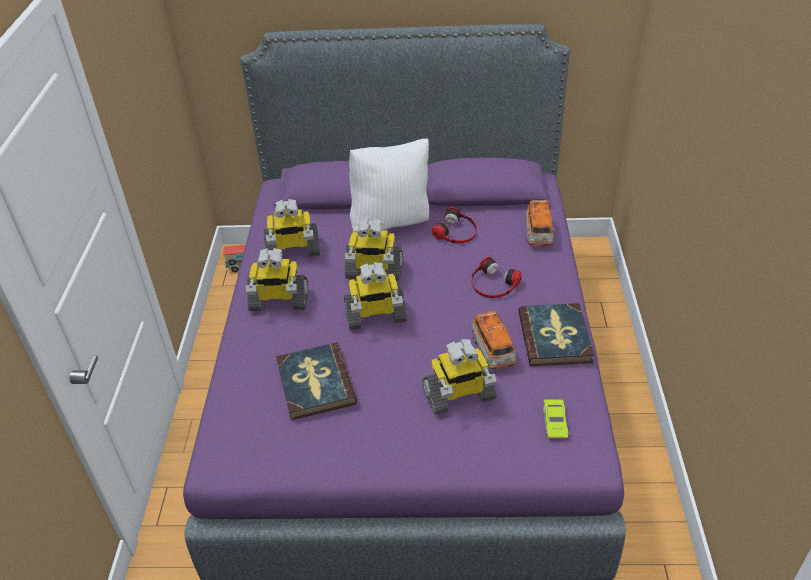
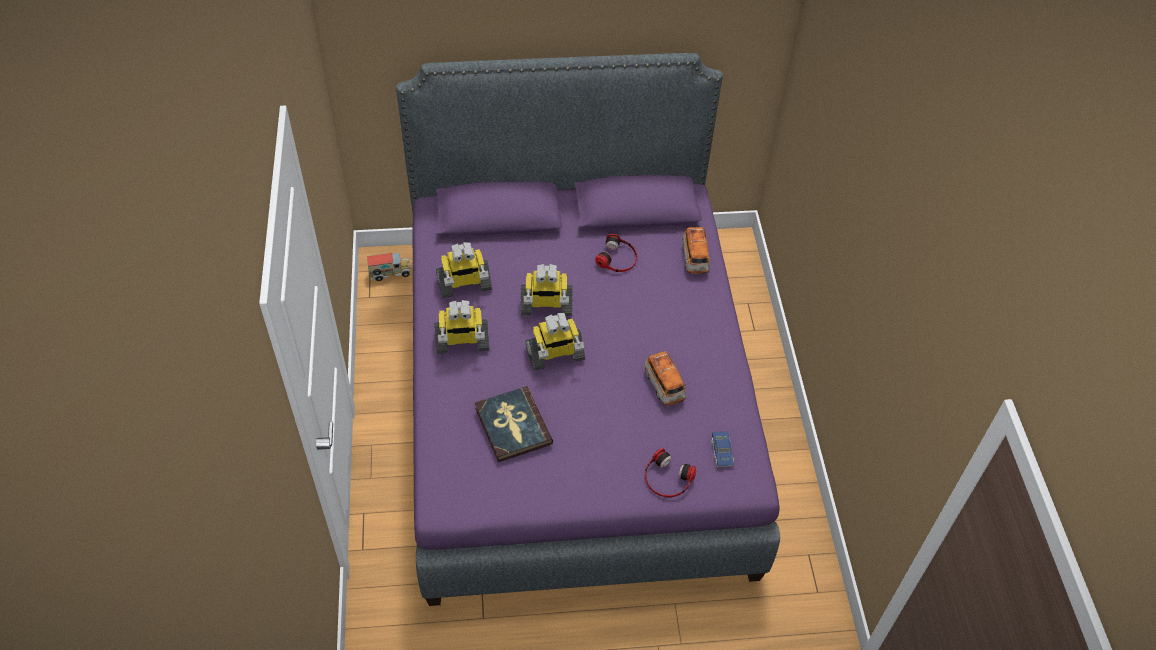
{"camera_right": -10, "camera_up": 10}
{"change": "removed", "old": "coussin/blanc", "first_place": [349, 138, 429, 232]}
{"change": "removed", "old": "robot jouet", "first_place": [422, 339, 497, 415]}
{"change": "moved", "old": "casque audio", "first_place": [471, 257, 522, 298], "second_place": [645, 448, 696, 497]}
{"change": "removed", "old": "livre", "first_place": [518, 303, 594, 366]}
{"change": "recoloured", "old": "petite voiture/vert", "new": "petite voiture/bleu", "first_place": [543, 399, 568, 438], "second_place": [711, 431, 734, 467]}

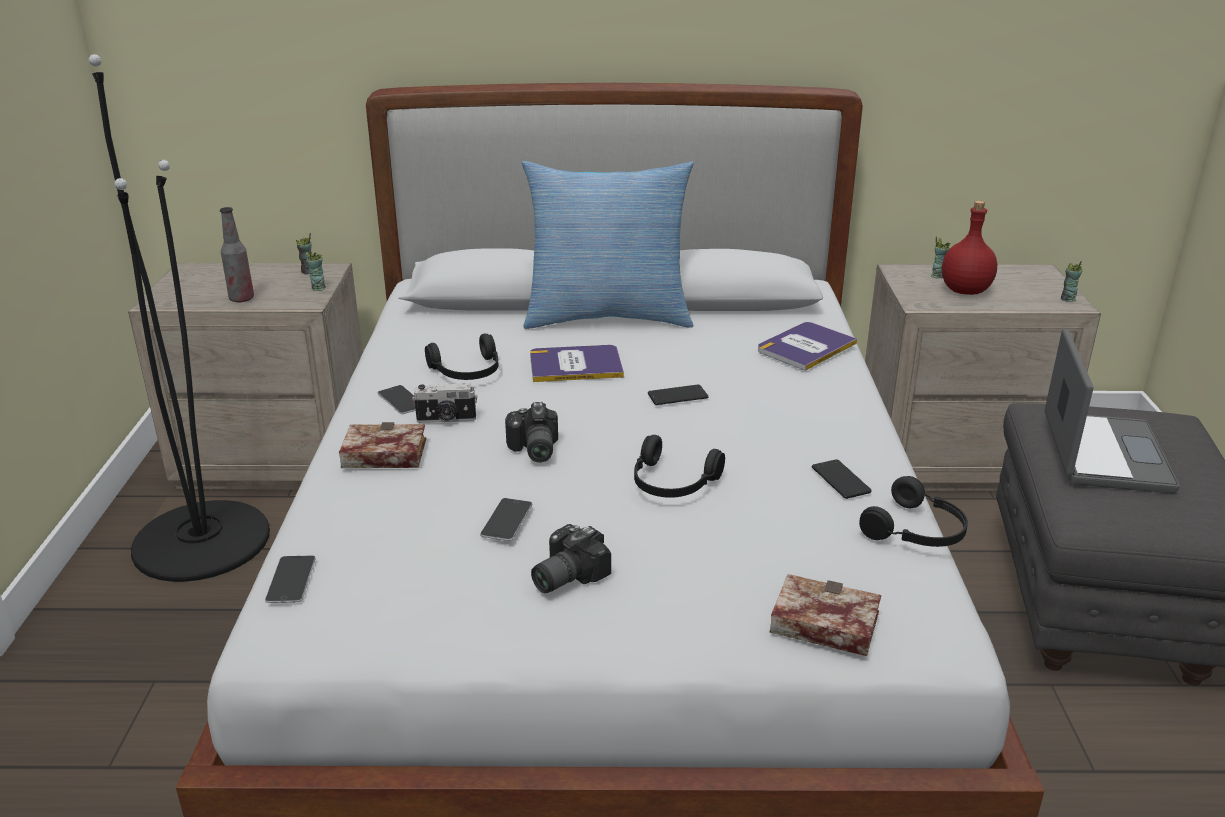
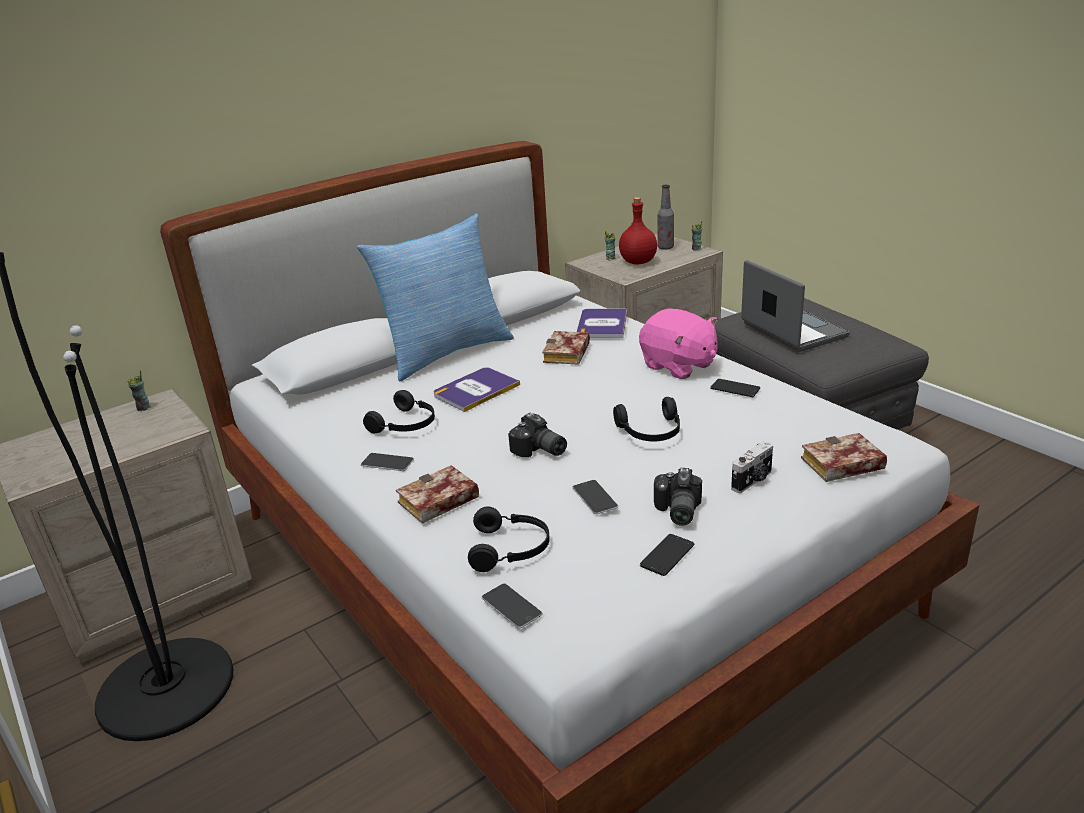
{"camera_right": -35, "camera_up": 0}
{"change": "moved", "old": "bouteille", "first_place": [220, 207, 254, 302], "second_place": [657, 184, 674, 250]}
{"change": "removed", "old": "tasse", "first_place": [306, 251, 326, 291]}
{"change": "moved", "old": "appareil photo", "first_place": [412, 383, 477, 423], "second_place": [731, 442, 773, 493]}
{"change": "moved", "old": "téléphone", "first_place": [648, 385, 708, 405], "second_place": [640, 534, 694, 576]}
{"change": "moved", "old": "casque audio/noir", "first_place": [859, 476, 968, 547], "second_place": [468, 507, 550, 572]}
{"change": "added", "new": "livre", "second_place": [542, 331, 590, 365]}
{"change": "added", "new": "peluche/rose", "second_place": [639, 308, 718, 379]}

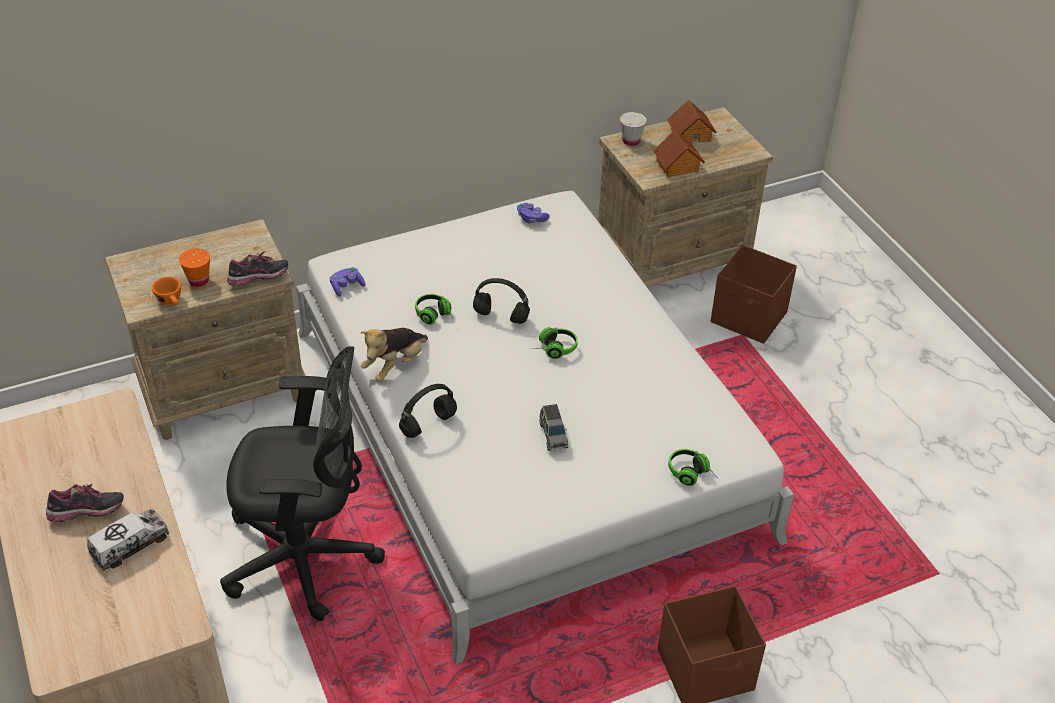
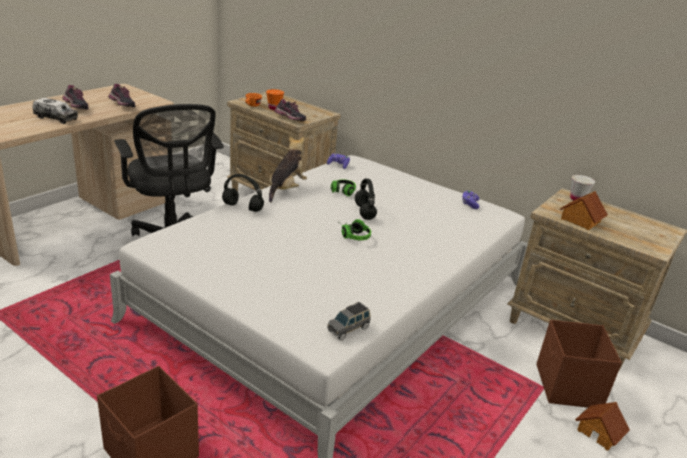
{"camera_right": 60, "camera_up": -15}
{"change": "turned", "old": "peluche", "first_place": [361, 328, 428, 382], "second_place": [269, 136, 307, 202], "degrees": 105}
{"change": "moved", "old": "petite voiture/gris", "first_place": [539, 404, 568, 451], "second_place": [327, 302, 371, 341]}
{"change": "moved", "old": "maison miniature", "first_place": [667, 99, 717, 143], "second_place": [575, 402, 630, 451]}
{"change": "removed", "old": "casque audio", "first_place": [668, 449, 717, 486]}
{"change": "added", "new": "chaussure", "second_place": [108, 84, 136, 108]}

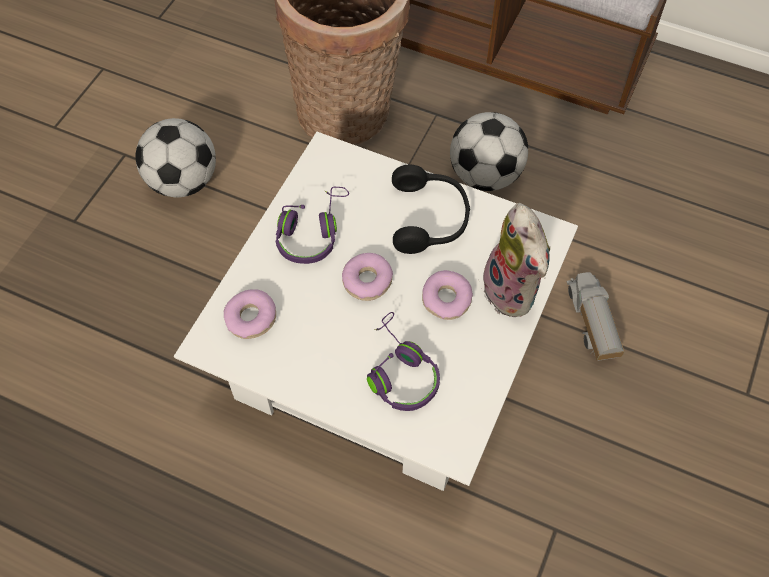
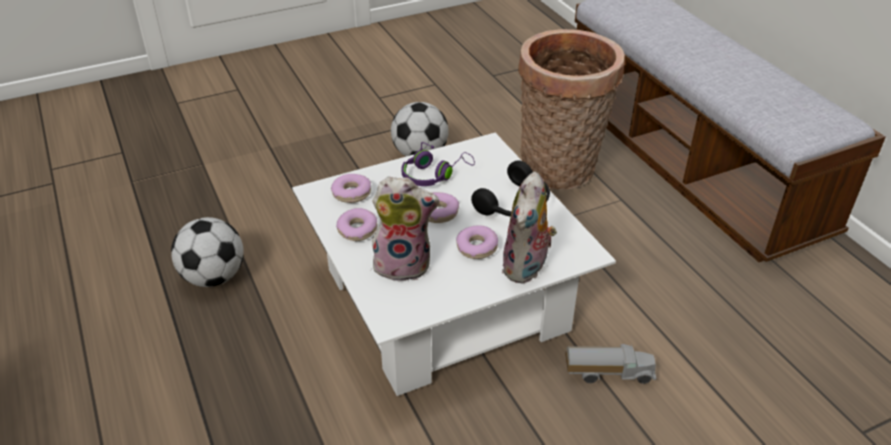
{"camera_right": 40, "camera_up": -20}
{"change": "replaced", "old": "casque audio/violet", "new": "peluche", "first_place": [367, 312, 440, 411], "second_place": [372, 176, 440, 282]}
{"change": "moved", "old": "ballon de foot", "first_place": [450, 112, 528, 191], "second_place": [171, 217, 244, 287]}
{"change": "turned", "old": "camion jouet", "first_place": [567, 272, 625, 361], "second_place": [565, 344, 656, 384], "degrees": 60}
{"change": "added", "new": "beignet", "second_place": [336, 208, 377, 241]}

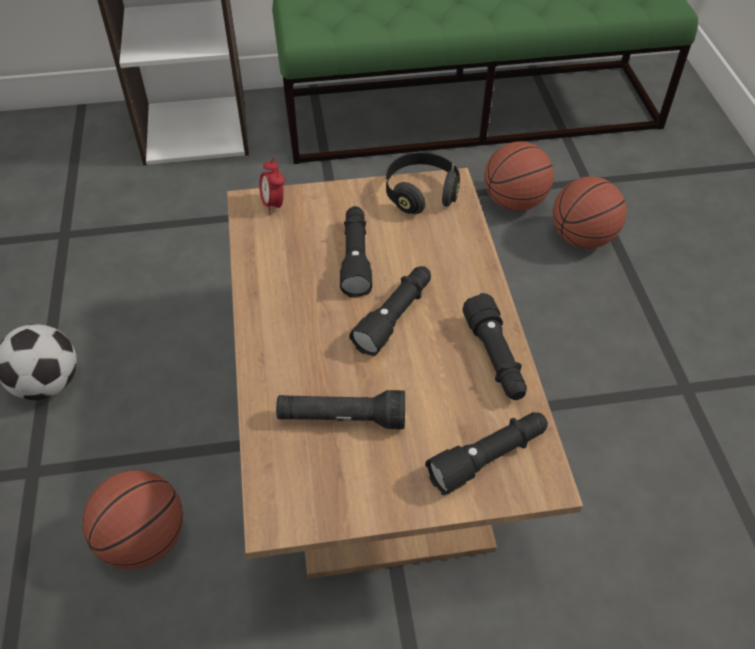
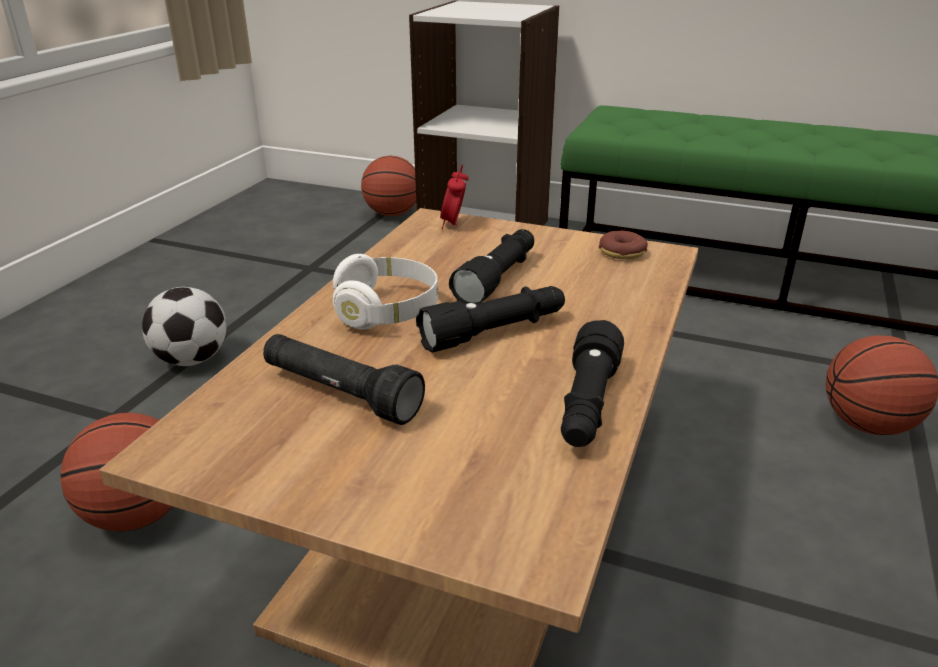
{"camera_right": 30, "camera_up": -20}
{"change": "replaced", "old": "casque audio/noir", "new": "beignet", "first_place": [386, 152, 460, 214], "second_place": [599, 231, 648, 260]}
{"change": "removed", "old": "lampe de poche/noir", "first_place": [425, 412, 548, 495]}
{"change": "moved", "old": "ballon de basket", "first_place": [484, 141, 554, 211], "second_place": [361, 156, 416, 216]}
{"change": "added", "new": "casque audio/blanc", "second_place": [333, 254, 438, 330]}

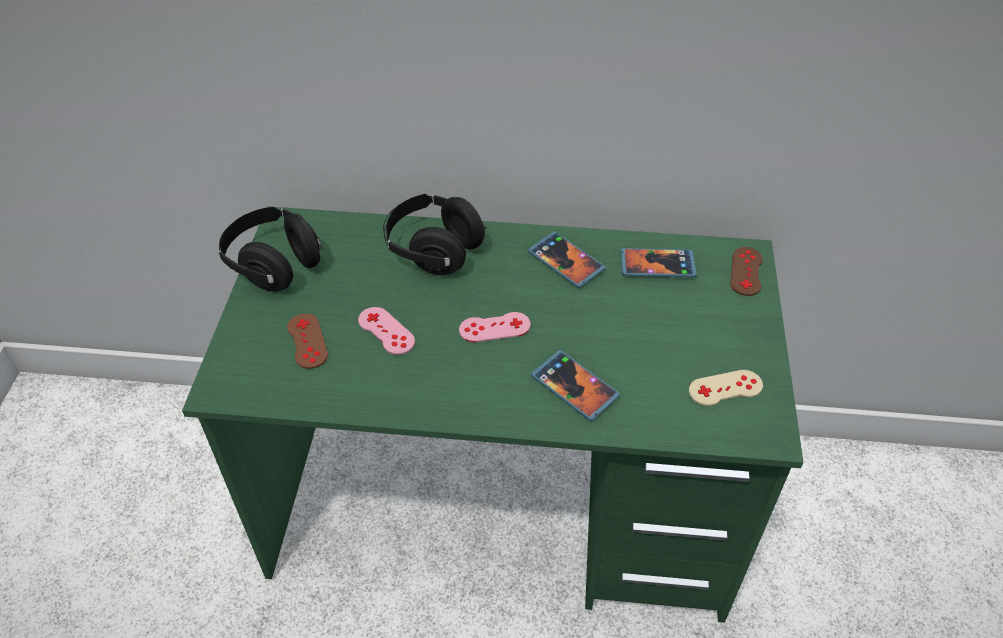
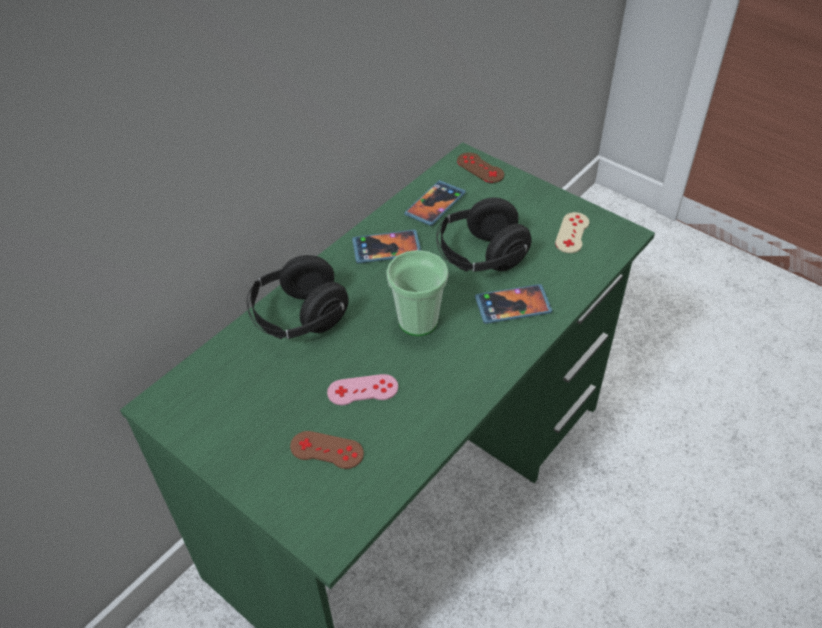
{"camera_right": -55, "camera_up": 0}
{"change": "moved", "old": "casque audio/noir", "first_place": [219, 207, 323, 292], "second_place": [437, 198, 532, 272]}
{"change": "replaced", "old": "manette/rose", "new": "tasse", "first_place": [459, 312, 531, 342], "second_place": [386, 250, 448, 336]}

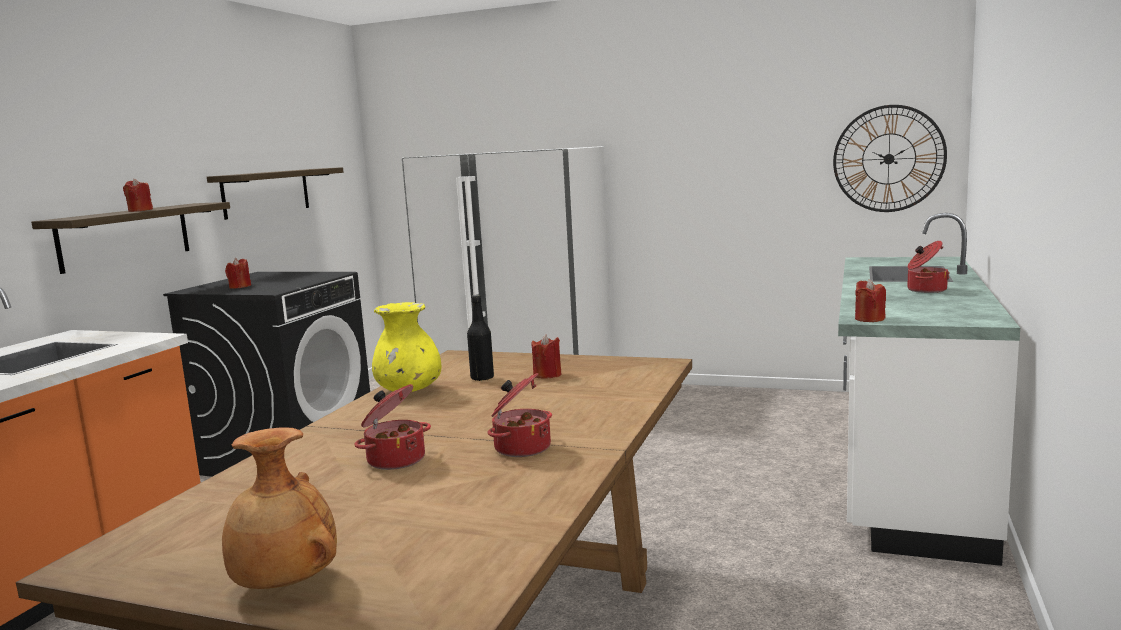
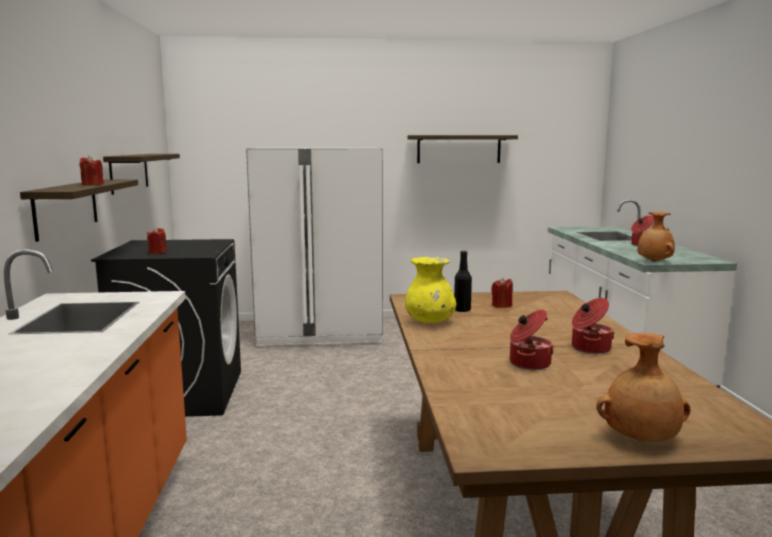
{"camera_right": -25, "camera_up": 0}
{"change": "removed", "old": "horloge murale", "first_place": [833, 105, 947, 212]}
{"change": "replaced", "old": "bougie/rouge", "new": "vase/marron", "first_place": [855, 279, 886, 322], "second_place": [638, 212, 675, 262]}
{"change": "added", "new": "étagère", "second_place": [407, 135, 518, 163]}

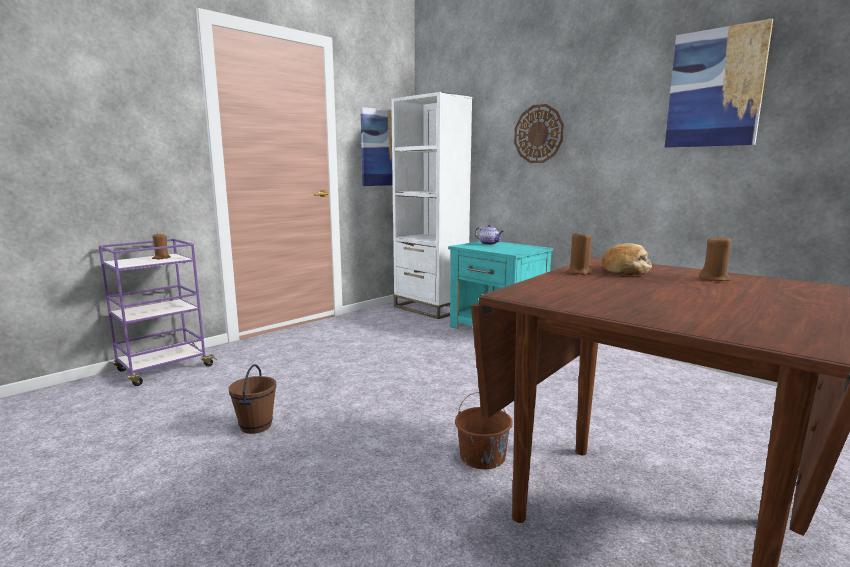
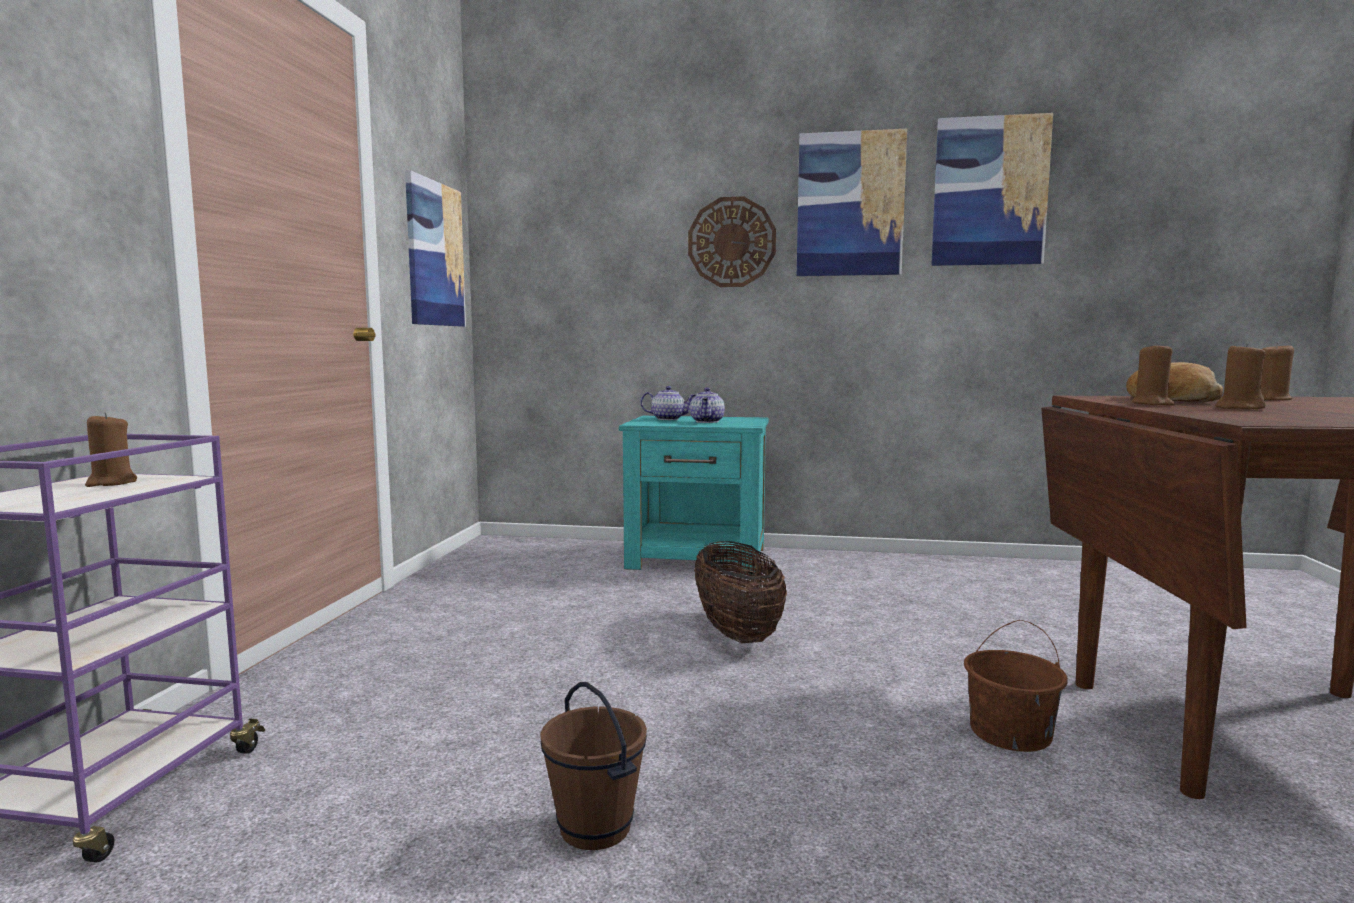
{"camera_right": -35, "camera_up": -5}
{"change": "removed", "old": "bibliothèque/blanc", "first_place": [391, 92, 472, 319]}
{"change": "added", "new": "théière", "second_place": [690, 387, 725, 423]}
{"change": "added", "new": "panier", "second_place": [694, 541, 787, 643]}
{"change": "added", "new": "tableau", "second_place": [797, 129, 907, 276]}
{"change": "added", "new": "bougie/marron", "second_place": [1216, 342, 1266, 409]}

